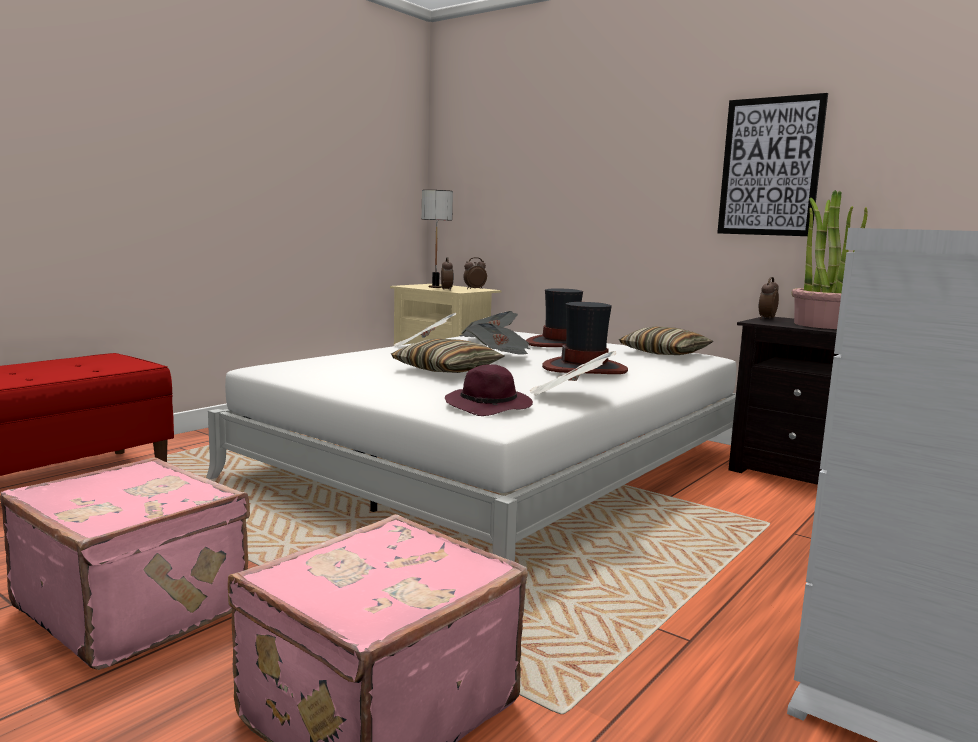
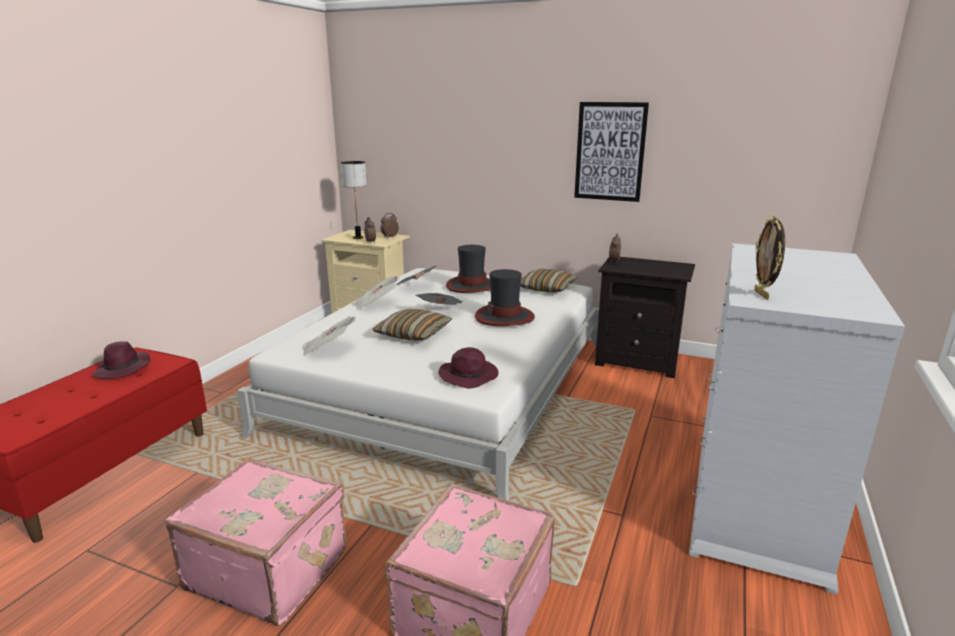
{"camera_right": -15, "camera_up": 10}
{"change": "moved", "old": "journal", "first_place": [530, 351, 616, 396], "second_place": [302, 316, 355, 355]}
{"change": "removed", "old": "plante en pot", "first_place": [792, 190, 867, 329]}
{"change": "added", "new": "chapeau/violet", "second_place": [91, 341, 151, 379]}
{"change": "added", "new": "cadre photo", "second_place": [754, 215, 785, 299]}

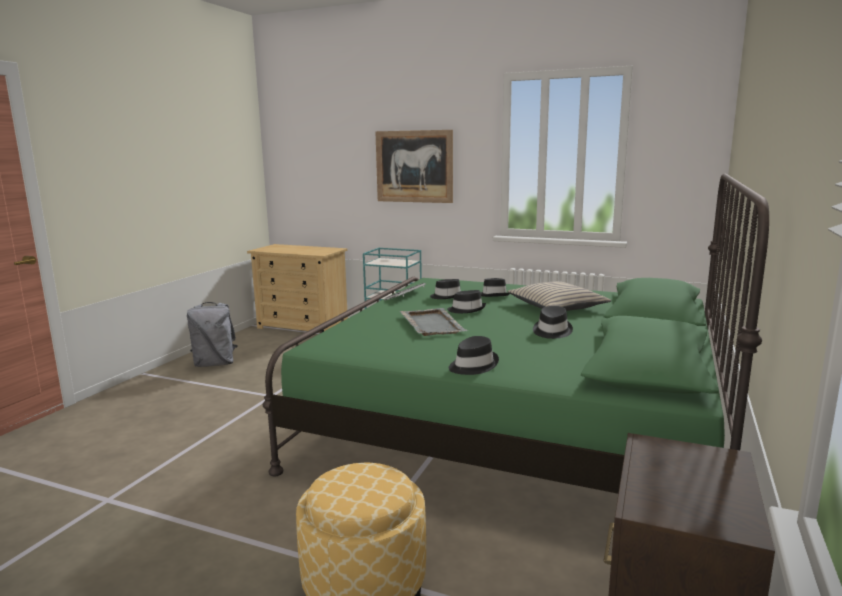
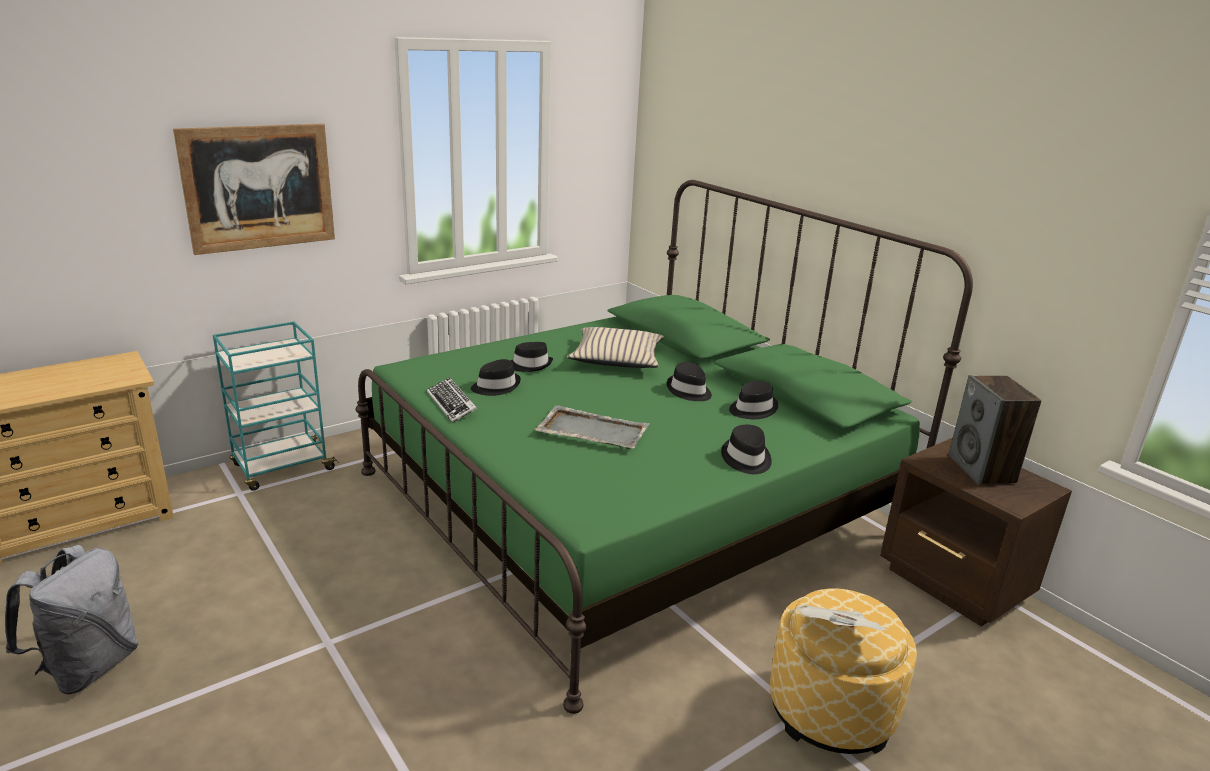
{"camera_right": -60, "camera_up": 10}
{"change": "moved", "old": "chapeau/noir", "first_place": [447, 290, 486, 313], "second_place": [729, 380, 779, 419]}
{"change": "added", "new": "journal", "second_place": [796, 605, 889, 631]}
{"change": "added", "new": "enceinte", "second_place": [948, 375, 1041, 485]}

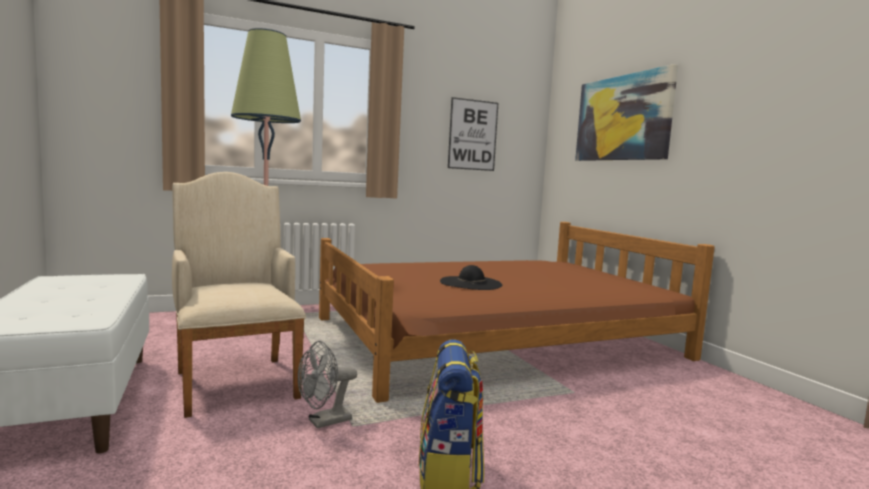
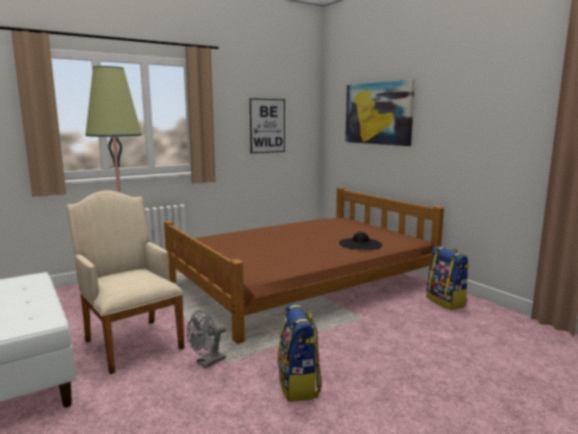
{"camera_right": -10, "camera_up": 5}
{"change": "moved", "old": "chapeau/noir", "first_place": [440, 265, 503, 290], "second_place": [339, 232, 382, 250]}
{"change": "added", "new": "sac à dos", "second_place": [426, 246, 469, 310]}

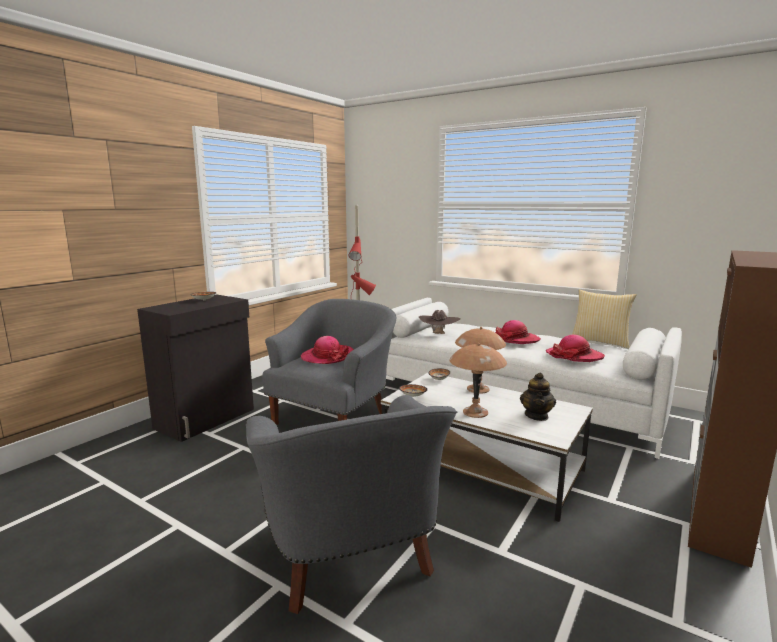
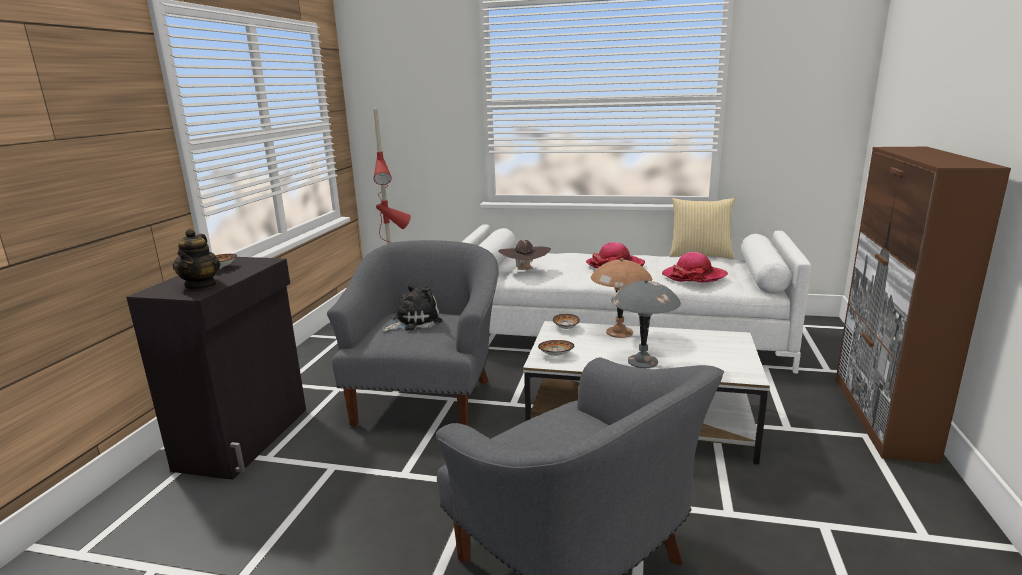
{"camera_right": -20, "camera_up": 5}
{"change": "replaced", "old": "chapeau", "new": "peluche", "first_place": [301, 336, 354, 364], "second_place": [382, 284, 442, 332]}
{"change": "recoloured", "old": "lampe de table/marron", "new": "lampe de table/gris", "first_place": [449, 343, 507, 418], "second_place": [611, 279, 681, 368]}
{"change": "moved", "old": "théière", "first_place": [520, 373, 556, 421], "second_place": [173, 229, 220, 290]}

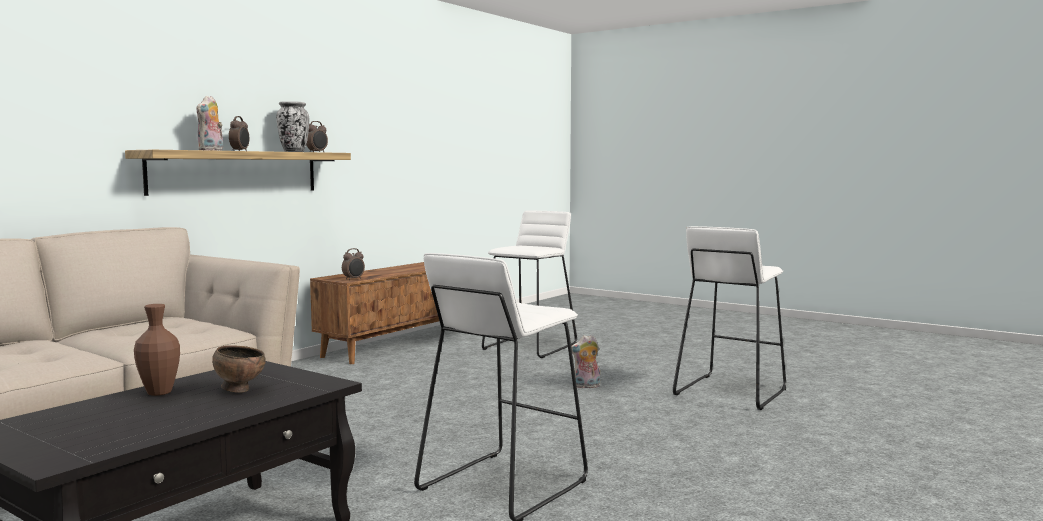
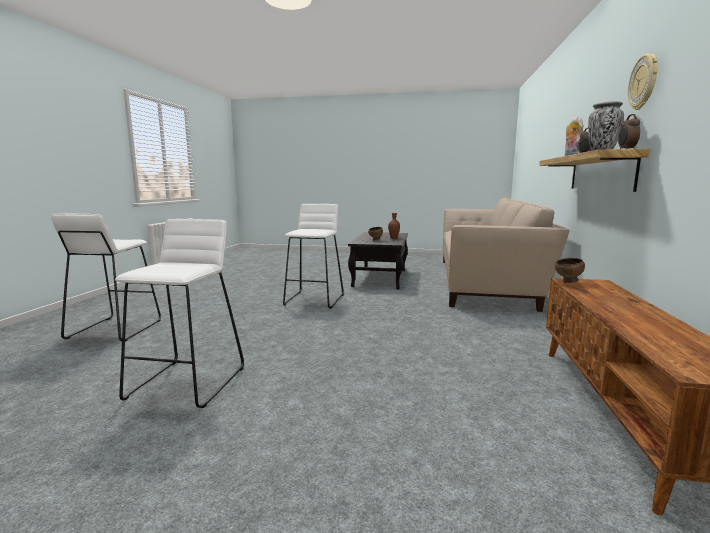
{"camera_right": 155, "camera_up": 5}
{"change": "replaced", "old": "réveil", "new": "bol/marron", "first_place": [342, 248, 365, 280], "second_place": [555, 258, 585, 283]}
{"change": "moved", "old": "tabouret/blanc", "first_place": [482, 211, 577, 358], "second_place": [51, 214, 161, 342]}
{"change": "removed", "old": "peluche", "first_place": [571, 335, 600, 388]}
{"change": "added", "new": "horloge murale", "second_place": [628, 54, 658, 110]}

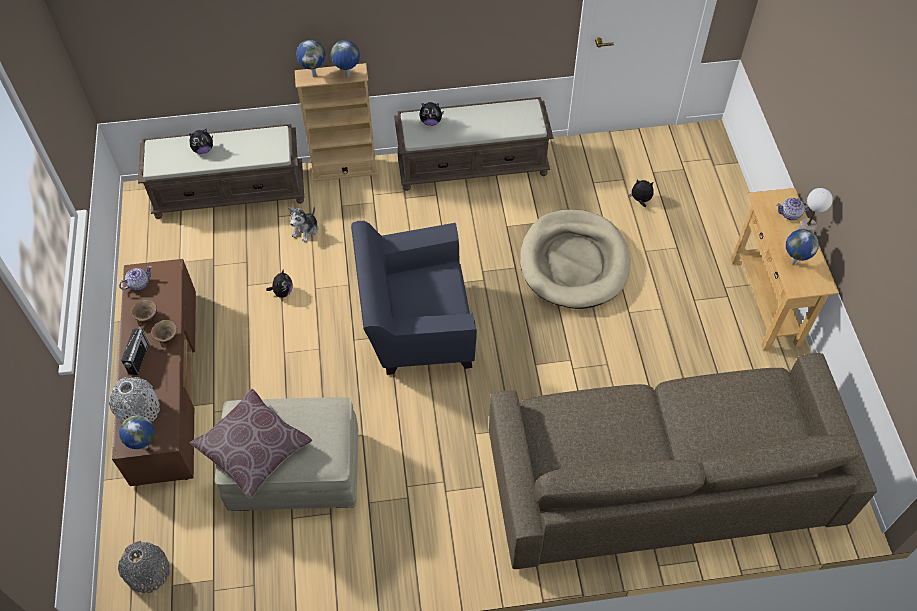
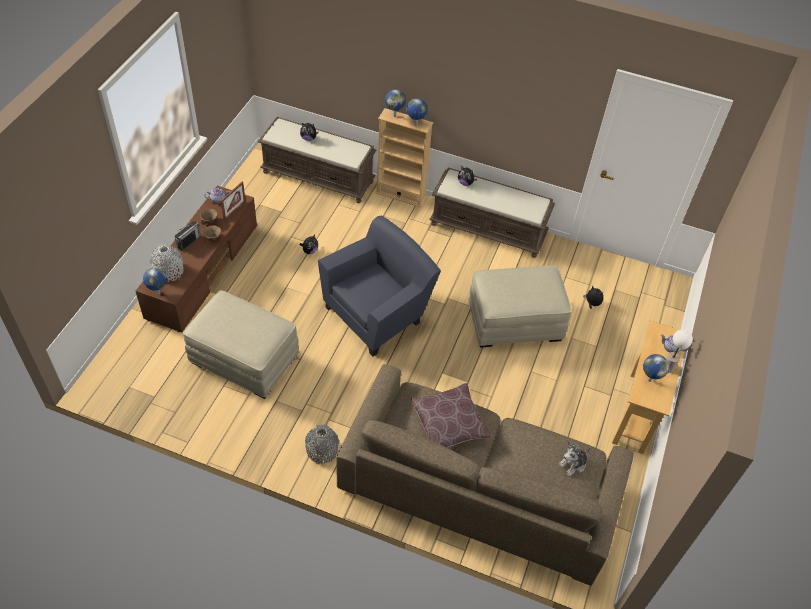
{"camera_right": 25, "camera_up": -5}
{"change": "moved", "old": "vase/gris", "first_place": [118, 541, 170, 593], "second_place": [305, 425, 339, 464]}
{"change": "moved", "old": "coussin/marron", "first_place": [190, 389, 312, 499], "second_place": [410, 383, 492, 448]}
{"change": "moved", "old": "peluche", "first_place": [288, 207, 318, 243], "second_place": [558, 441, 591, 476]}
{"change": "turned", "old": "fauteuil/bleu", "first_place": [351, 221, 477, 375], "second_place": [318, 216, 441, 357], "degrees": 120}
{"change": "replaced", "old": "panier pour chien/beige", "new": "pouf/beige", "first_place": [520, 209, 631, 309], "second_place": [468, 265, 572, 348]}
{"change": "added", "new": "cadre photo", "second_place": [221, 182, 246, 220]}

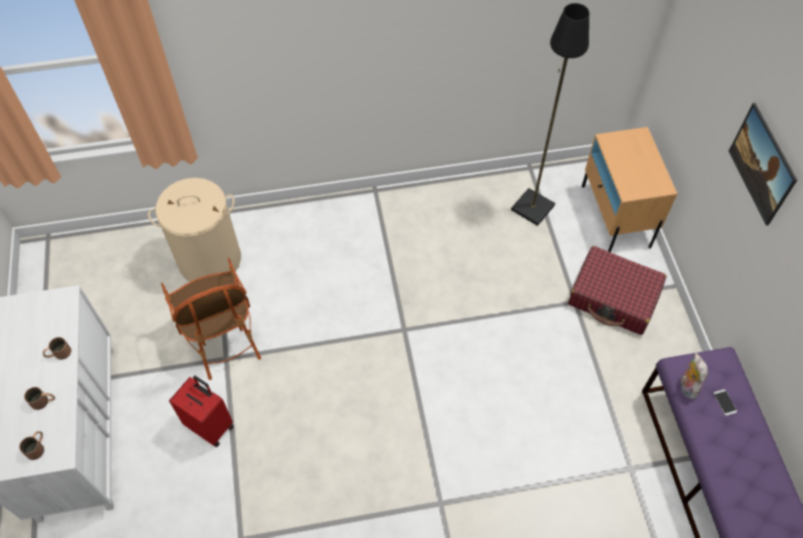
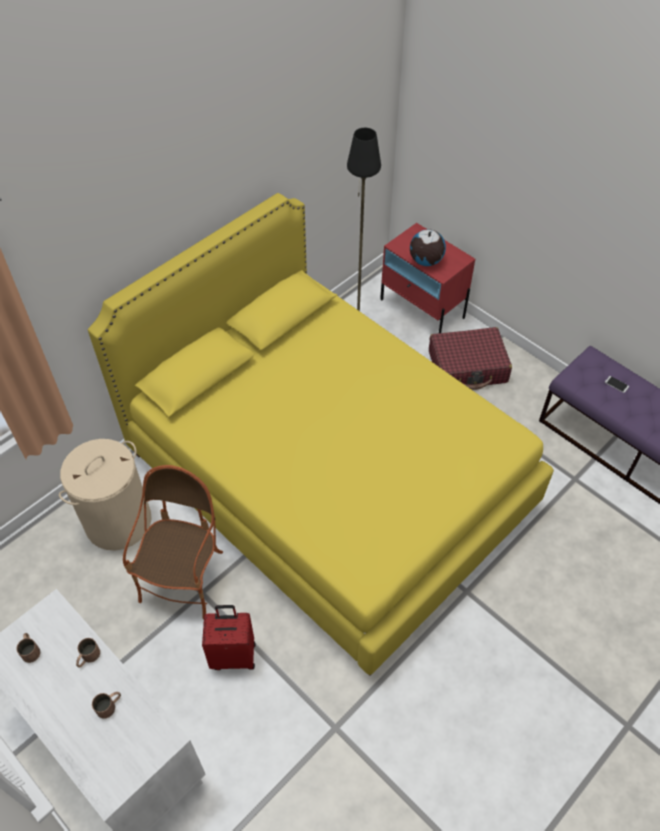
{"camera_right": -35, "camera_up": -5}
{"change": "moved", "old": "mug/marron", "first_place": [19, 431, 44, 460], "second_place": [16, 633, 40, 663]}
{"change": "turned", "old": "fauteuil", "first_place": [161, 258, 261, 380], "second_place": [123, 465, 223, 619], "degrees": -105}
{"change": "recoloured", "old": "table de chevet/beige", "new": "table de chevet/rouge", "first_place": [582, 127, 677, 253], "second_place": [380, 223, 475, 333]}
{"change": "removed", "old": "peluche", "first_place": [680, 353, 708, 399]}
{"change": "removed", "old": "tableau", "first_place": [729, 103, 797, 226]}
{"change": "added", "new": "lit/jaune", "second_place": [88, 193, 554, 676]}
{"change": "added", "new": "globe", "second_place": [410, 229, 446, 266]}

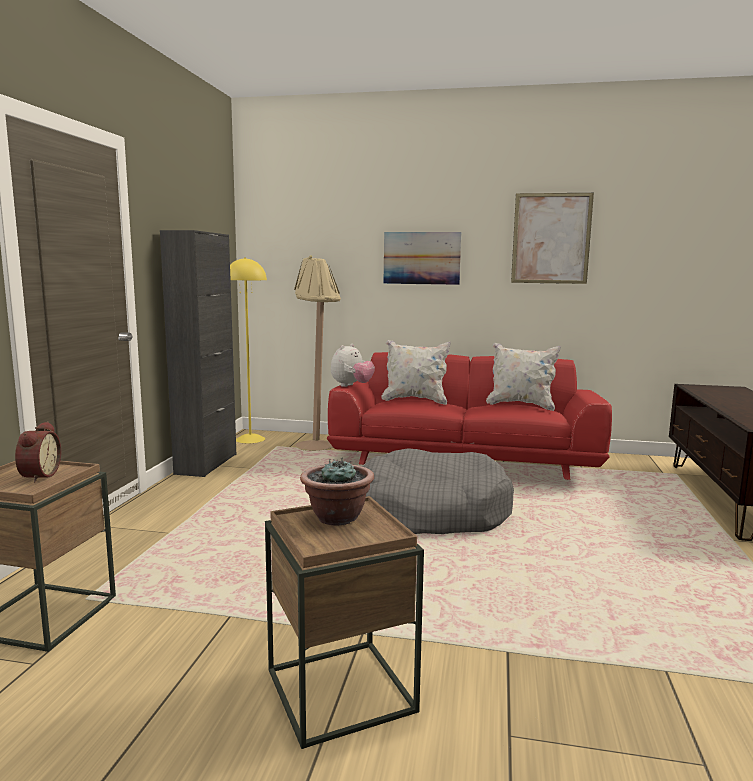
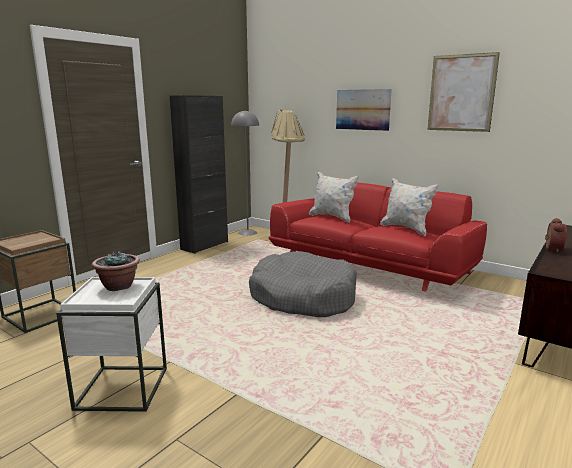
{"camera_right": 25, "camera_up": 5}
{"change": "moved", "old": "réveil", "first_place": [15, 421, 61, 483], "second_place": [545, 218, 567, 253]}
{"change": "recoloured", "old": "lampadaire/jaune", "new": "lampadaire/gris", "first_place": [230, 257, 267, 443], "second_place": [231, 110, 259, 236]}
{"change": "recoloured", "old": "table d'appoint/marron", "new": "table d'appoint/blanc", "first_place": [265, 496, 424, 749], "second_place": [56, 277, 167, 412]}
{"change": "removed", "old": "peluche", "first_place": [331, 344, 375, 387]}

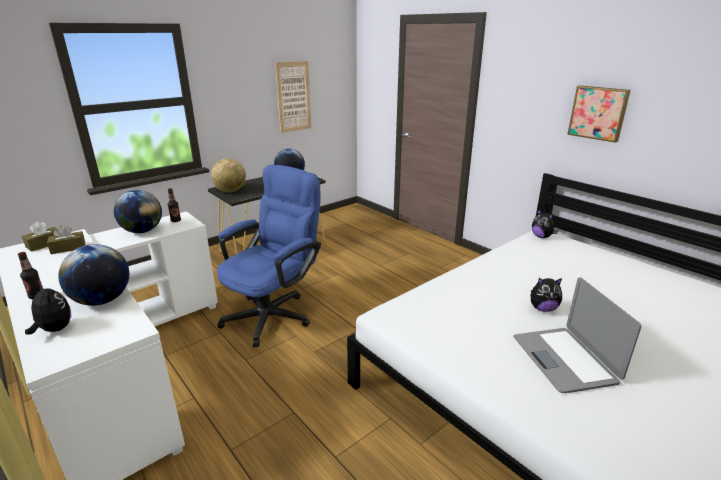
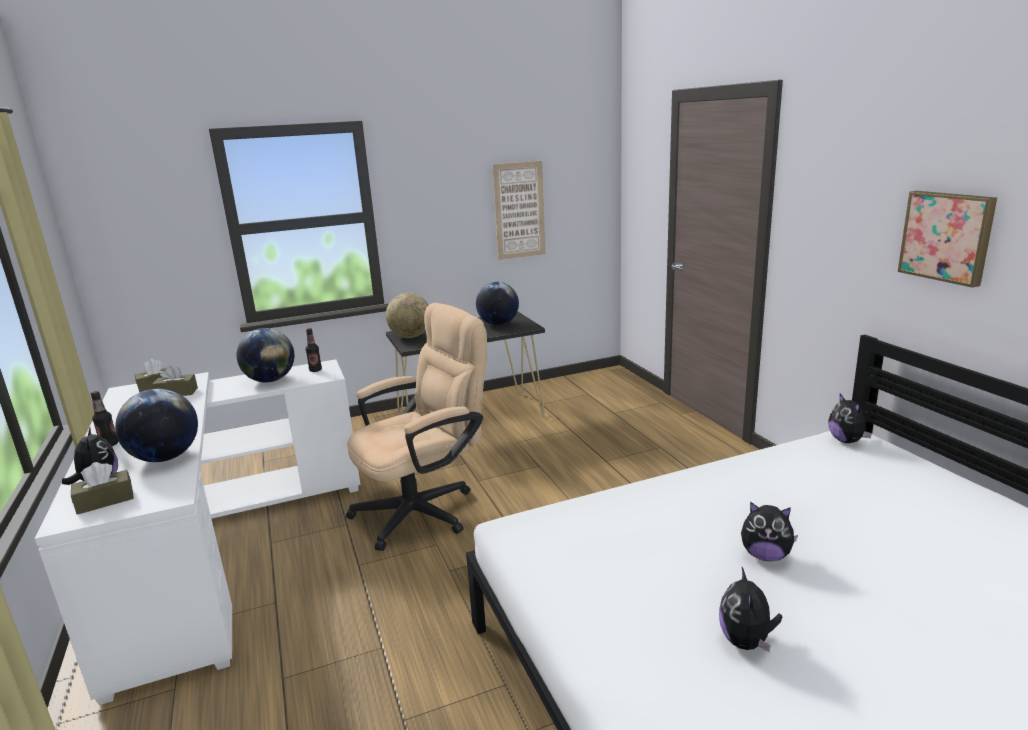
{"camera_right": 20, "camera_up": -5}
{"change": "recoloured", "old": "chaise de bureau/bleu", "new": "chaise de bureau/beige", "first_place": [217, 164, 321, 347], "second_place": [346, 303, 488, 551]}
{"change": "replaced", "old": "ordinateur portable", "new": "peluche", "first_place": [514, 277, 641, 393], "second_place": [719, 567, 783, 652]}
{"change": "added", "new": "boîte à mouchoirs/marron", "second_place": [71, 462, 134, 515]}

